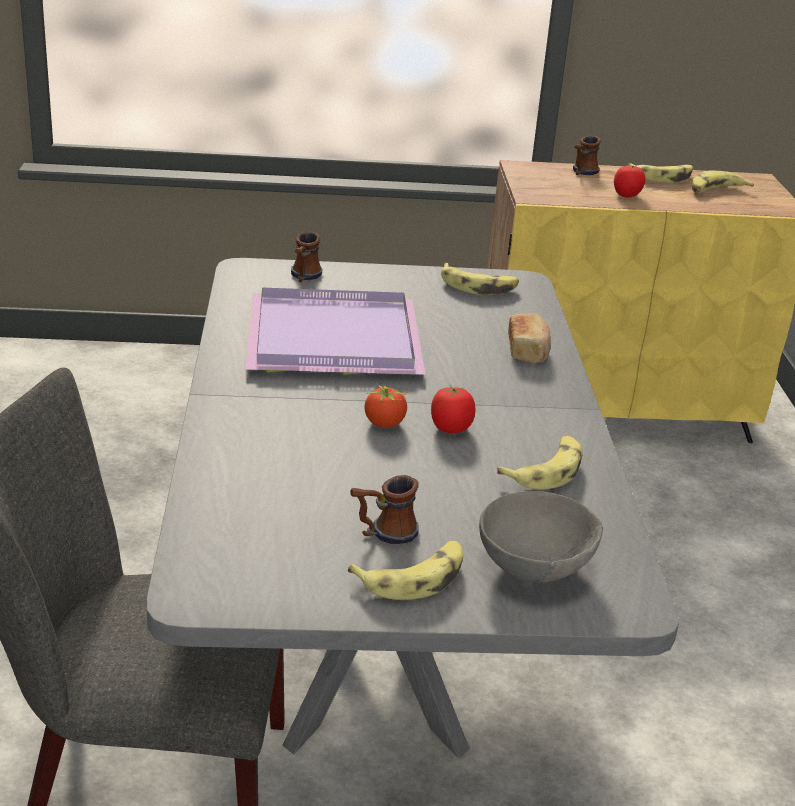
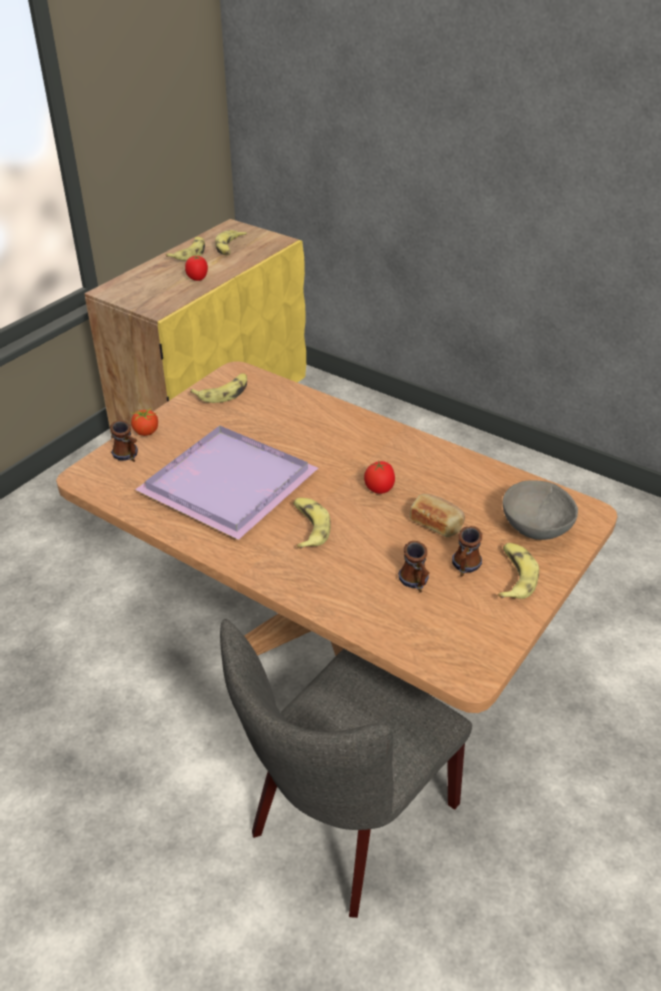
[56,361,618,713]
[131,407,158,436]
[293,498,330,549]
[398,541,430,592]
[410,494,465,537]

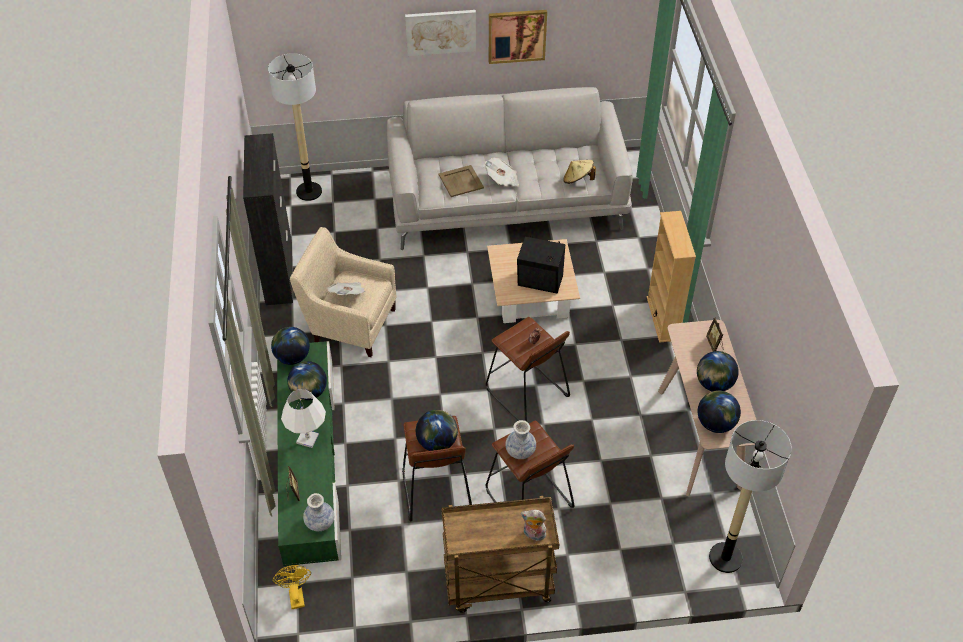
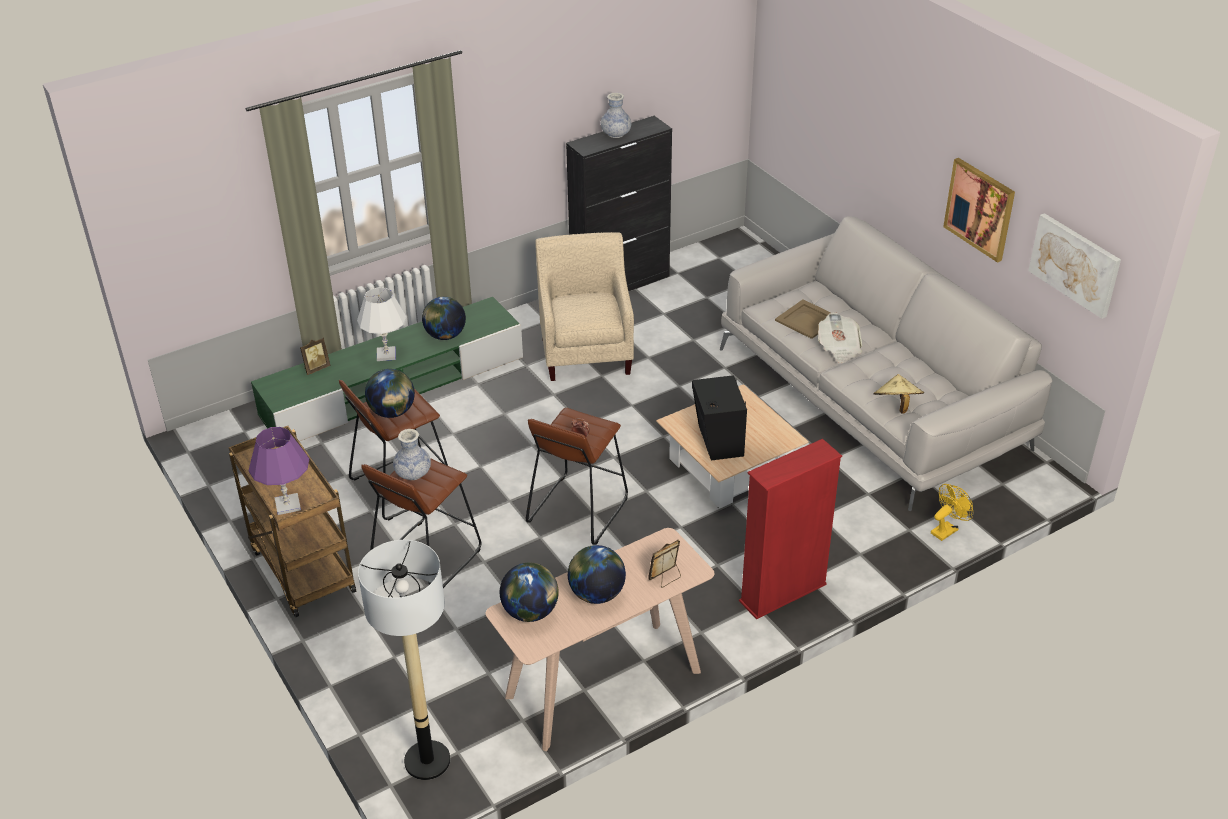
[249,427,309,515]
[601,93,631,138]
[739,439,842,619]
[931,484,973,541]
[1028,213,1121,319]
[268,53,322,201] (first image)
[271,327,310,365] (first image)
[327,282,365,295] (first image)

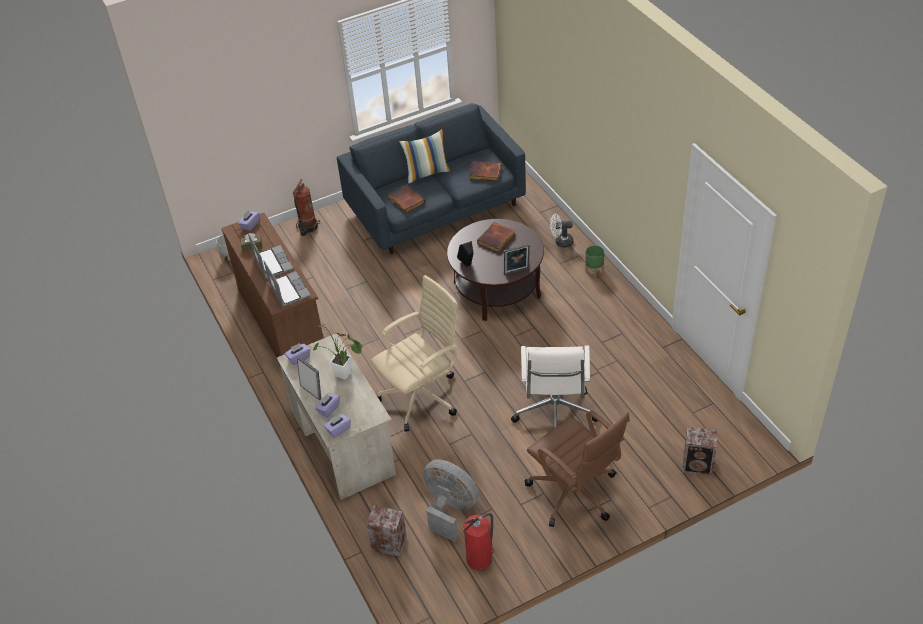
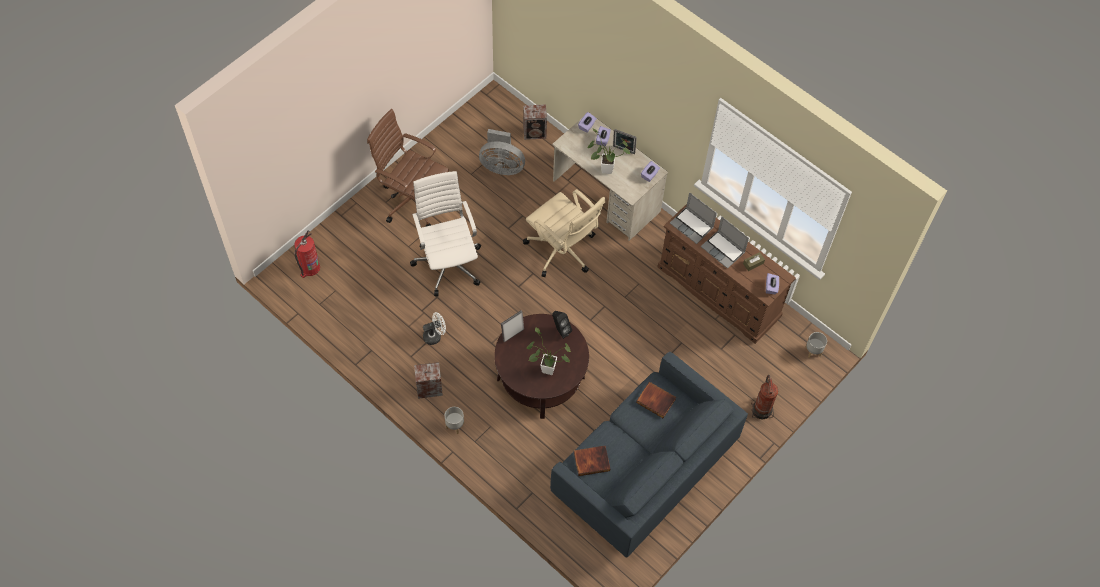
[294,230,320,278]
[414,362,443,399]
[423,312,446,345]
[445,407,464,434]
[523,189,605,277]
[526,328,571,375]
[400,129,451,184] (first image)

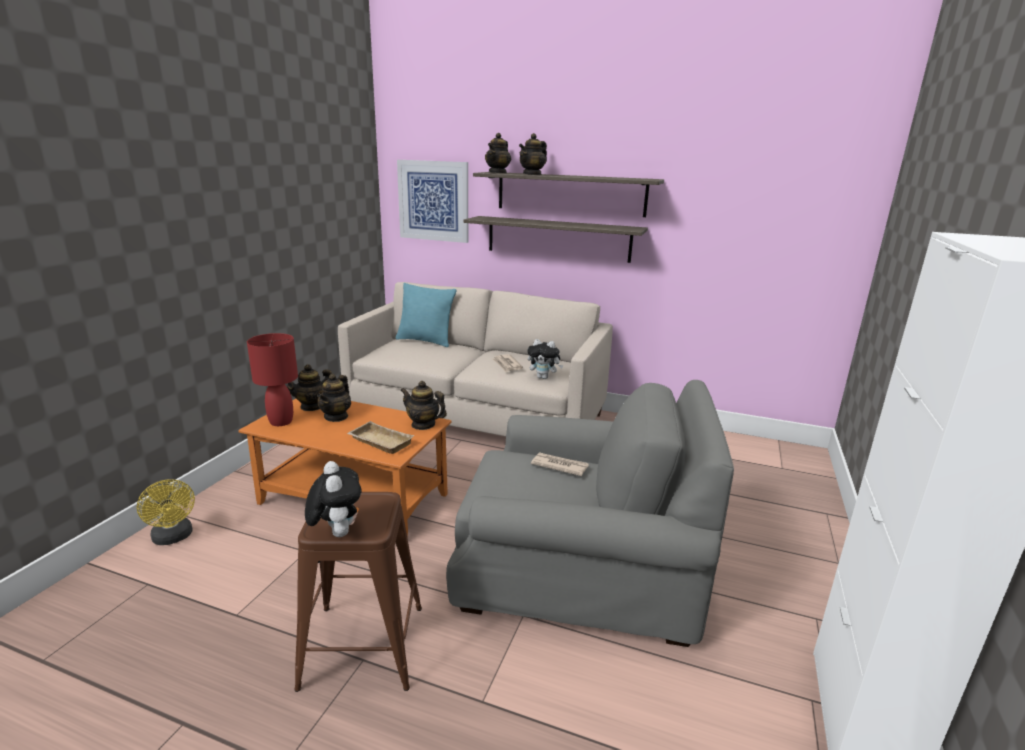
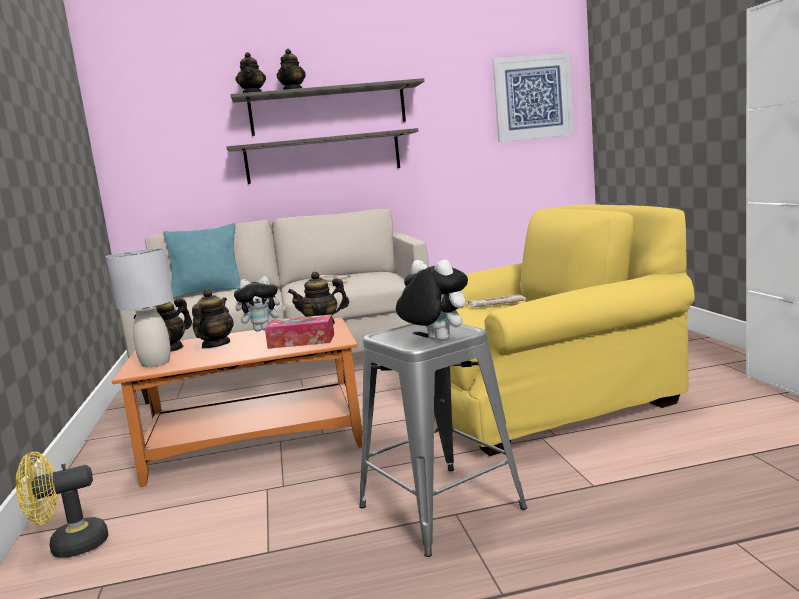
[16,452,108,558]
[106,248,173,367]
[192,289,234,349]
[234,276,286,332]
[265,314,334,349]
[359,324,527,557]
[409,204,695,456]
[492,53,574,142]

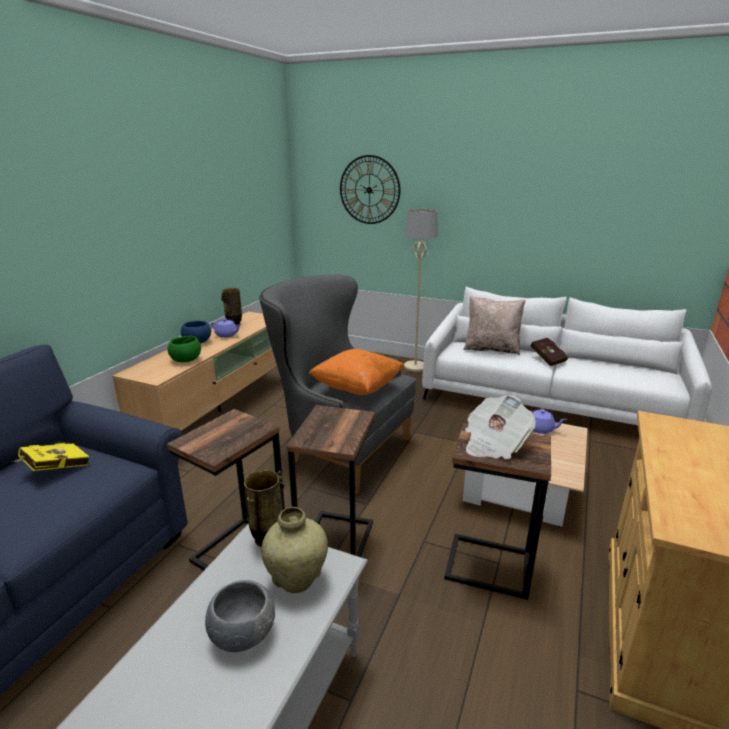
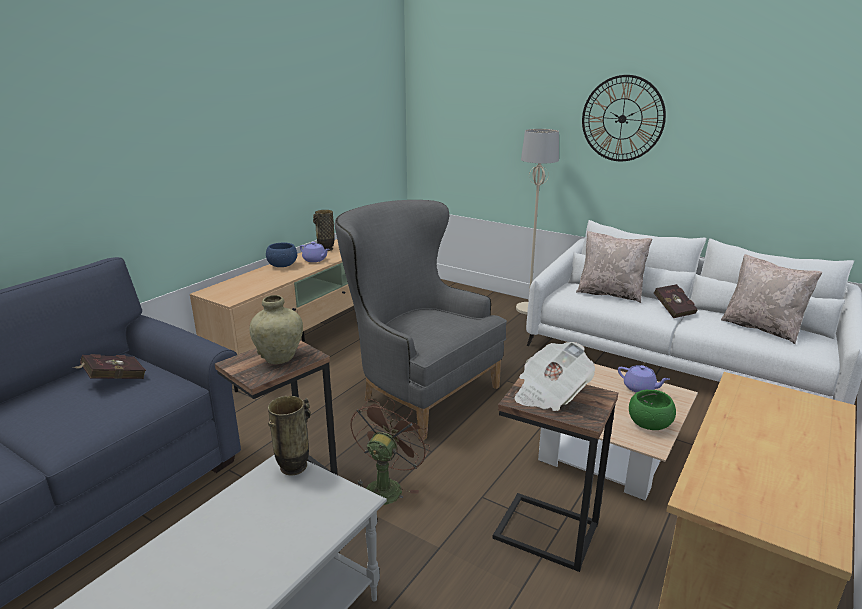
[72,354,146,379]
[250,295,303,364]
[350,398,430,505]
[582,75,666,161]
[629,390,676,430]
[721,254,822,344]
[205,580,275,652] (first image)
[309,349,404,395] (first image)

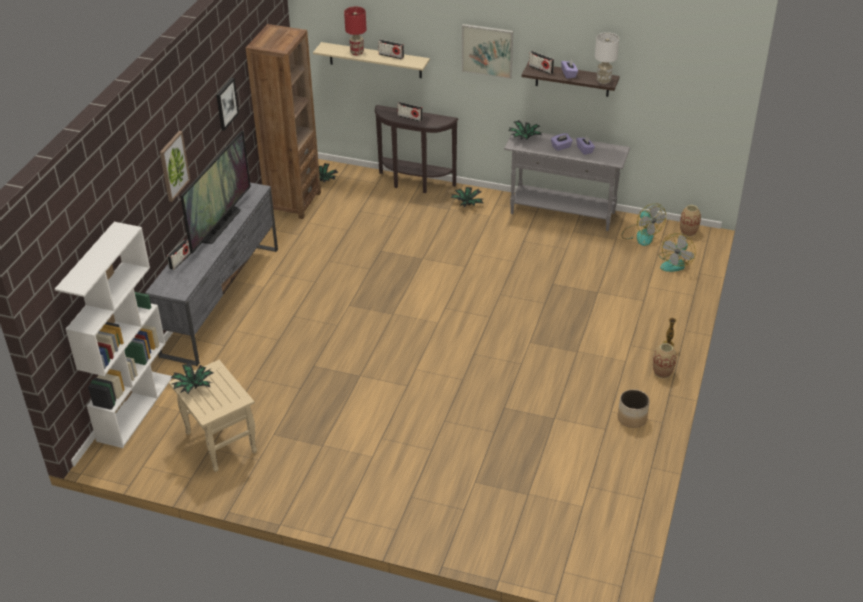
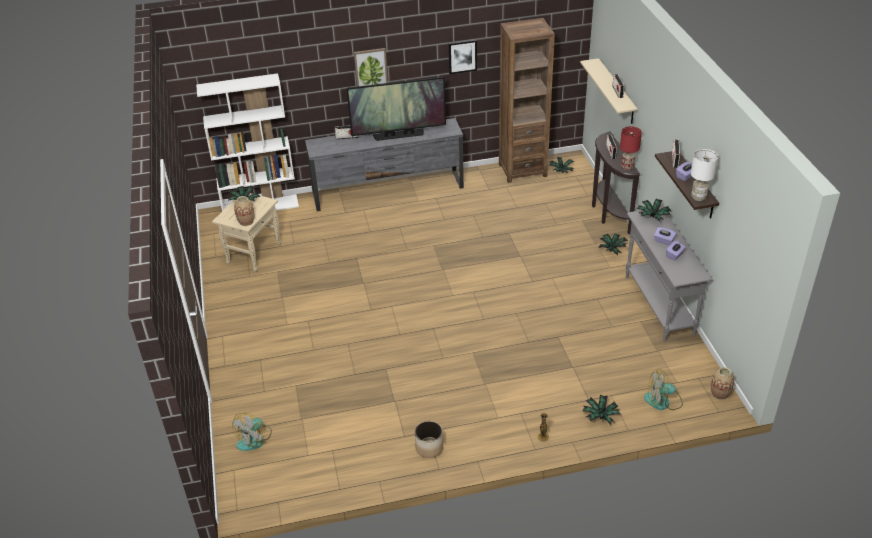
[232,413,272,451]
[234,196,254,226]
[583,395,621,425]
[620,126,642,170]
[462,24,513,79] (first image)

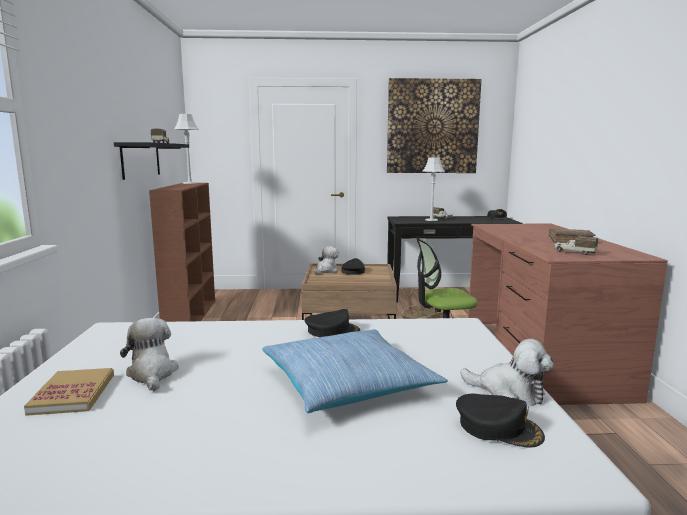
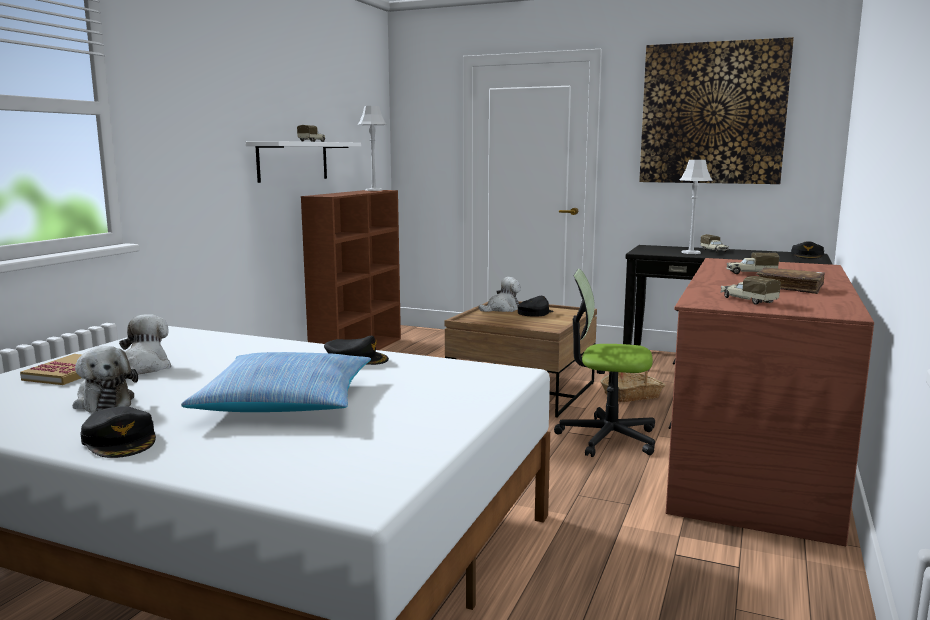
[73,346,138,412]
[80,406,156,458]
[246,141,361,183]
[726,252,779,274]

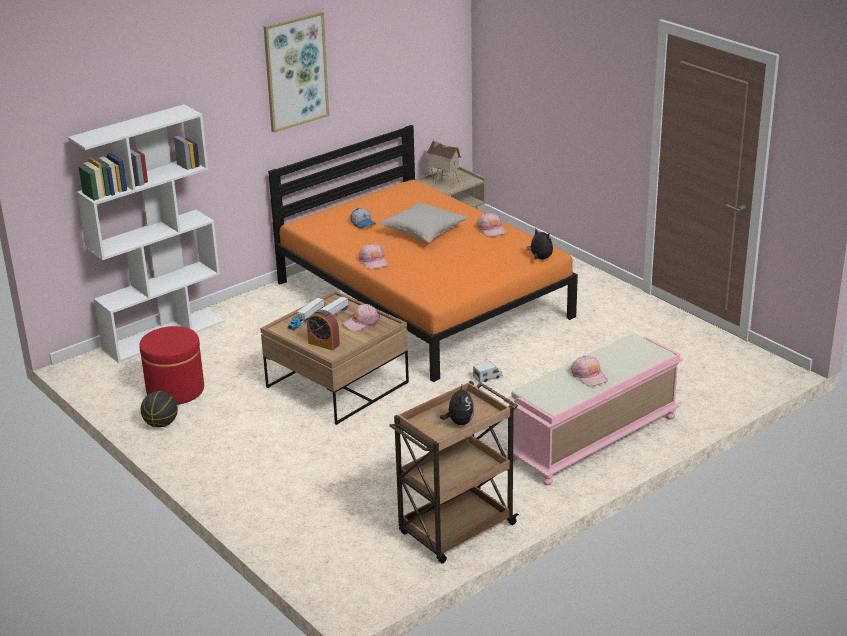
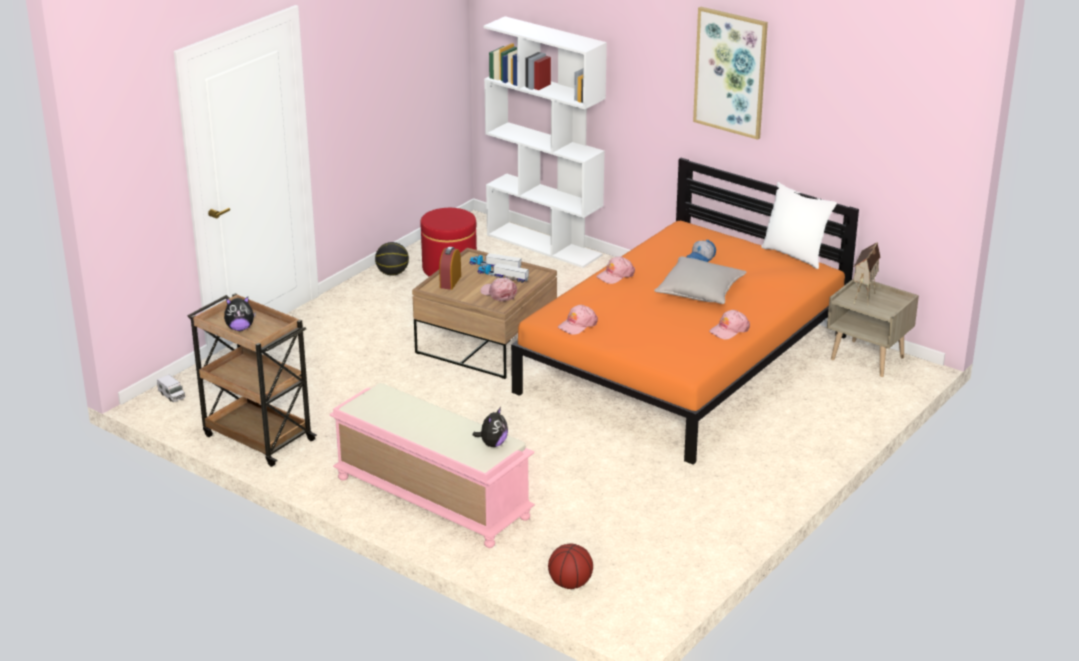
[157,375,185,402]
[473,407,508,447]
[548,543,593,589]
[558,305,598,335]
[761,182,837,269]

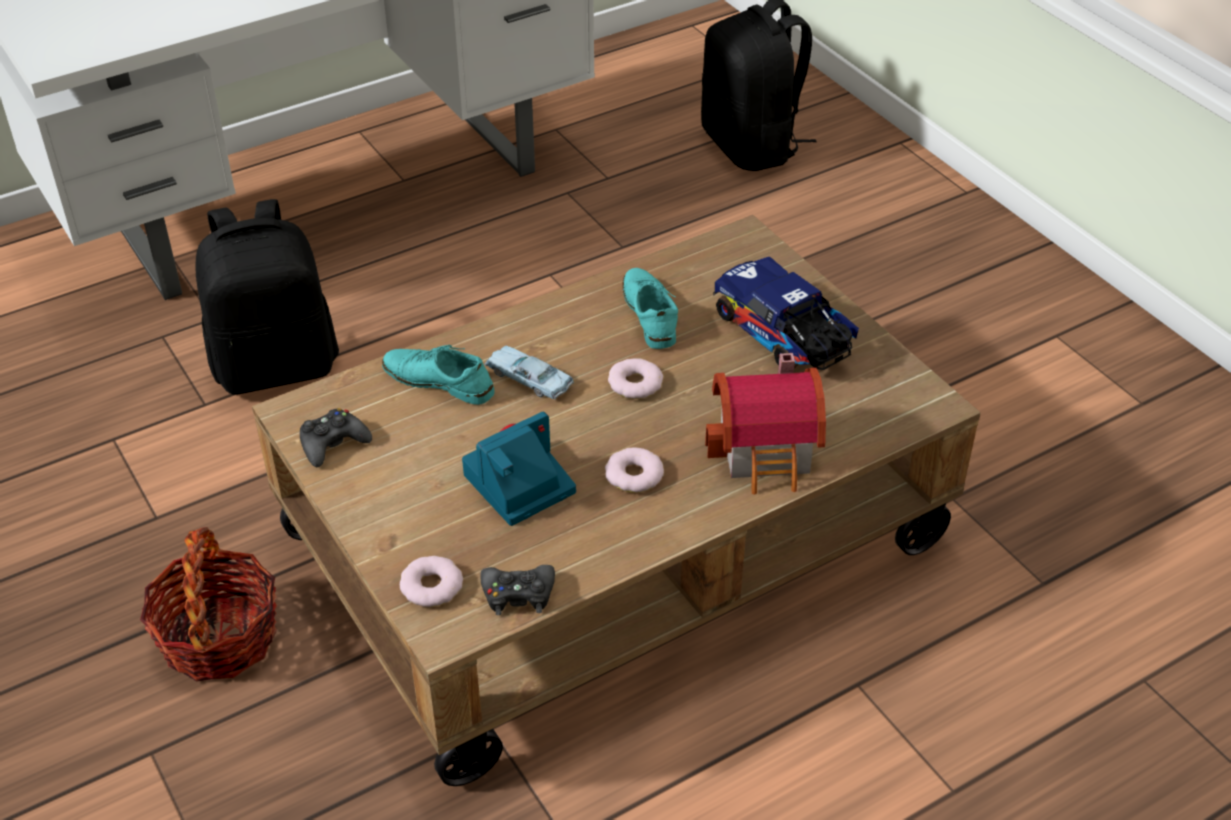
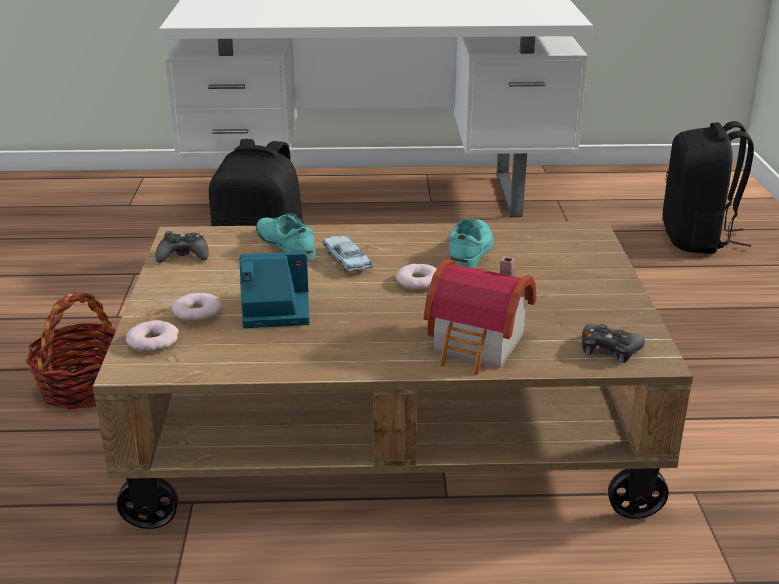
[172,293,222,322]
[582,324,645,363]
[713,257,859,370] (first image)

